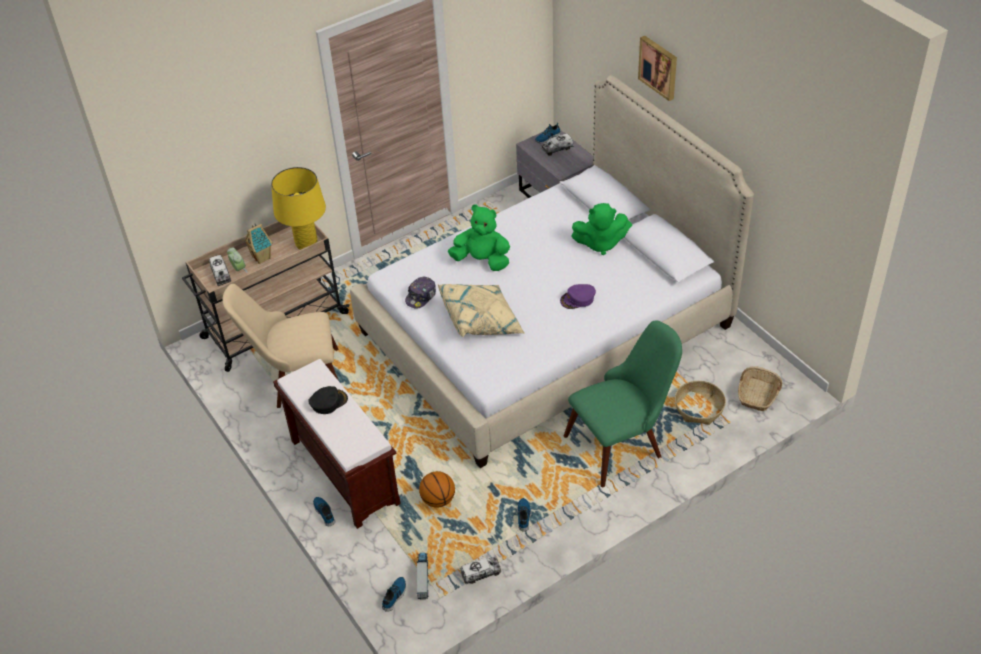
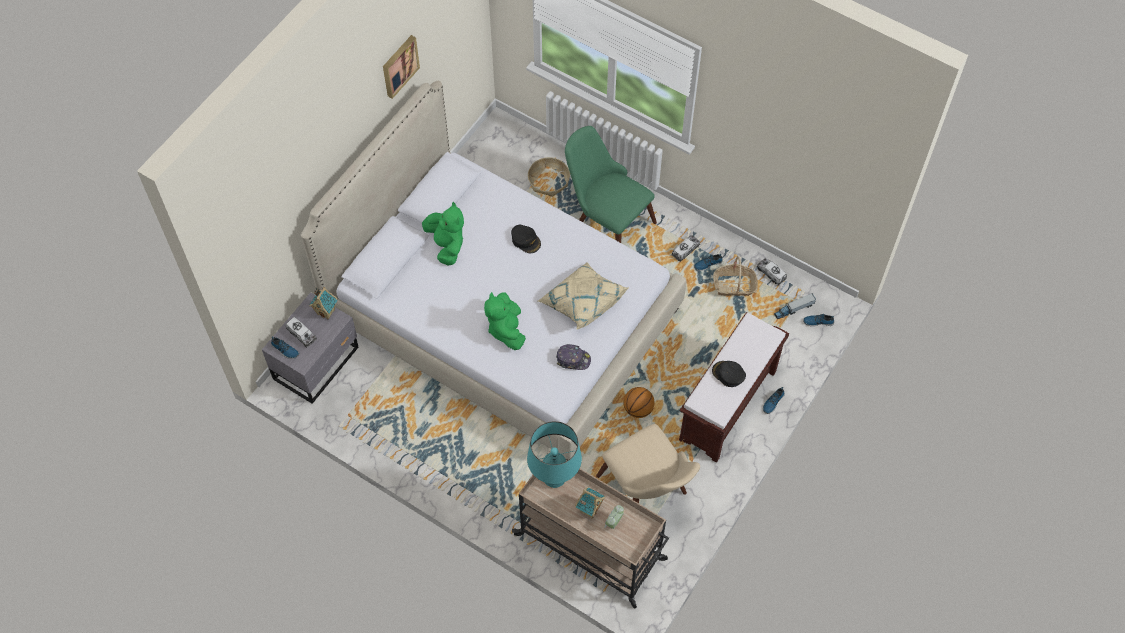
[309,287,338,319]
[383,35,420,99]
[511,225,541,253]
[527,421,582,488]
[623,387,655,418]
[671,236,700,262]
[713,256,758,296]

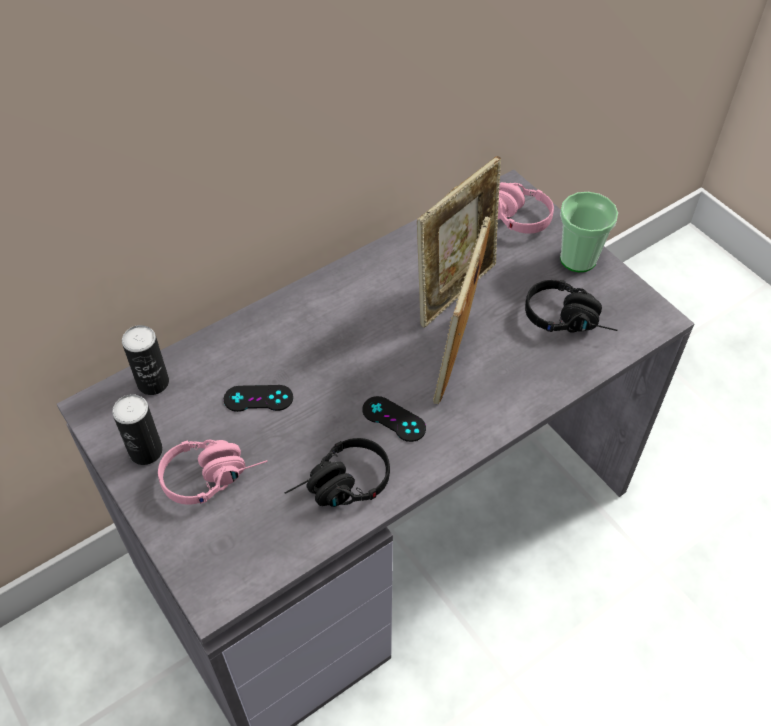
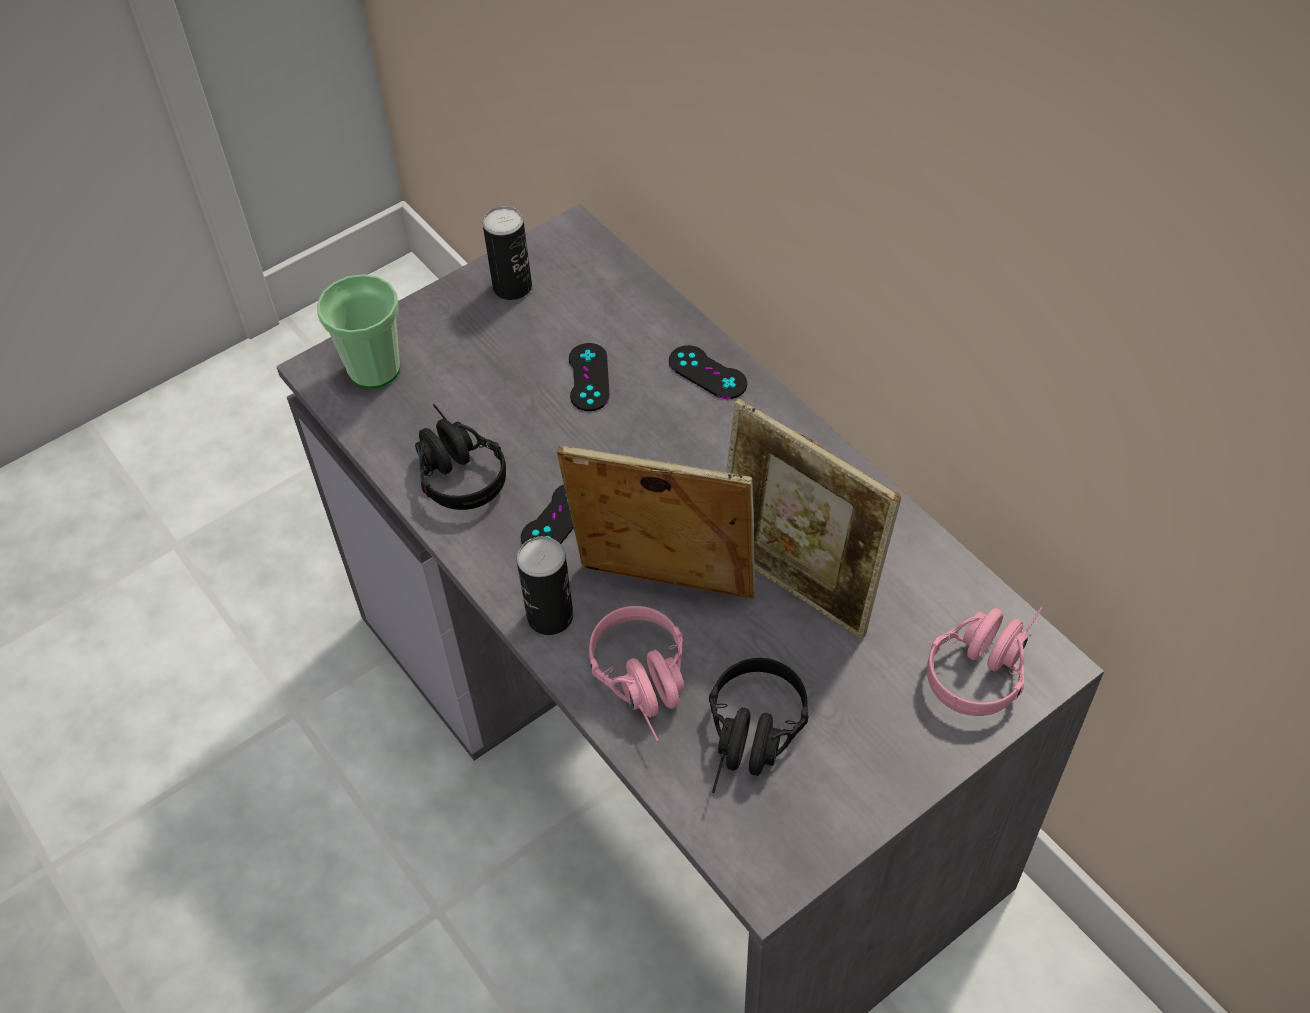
[317,274,400,389]
[516,536,573,635]
[589,606,685,742]
[669,345,747,399]

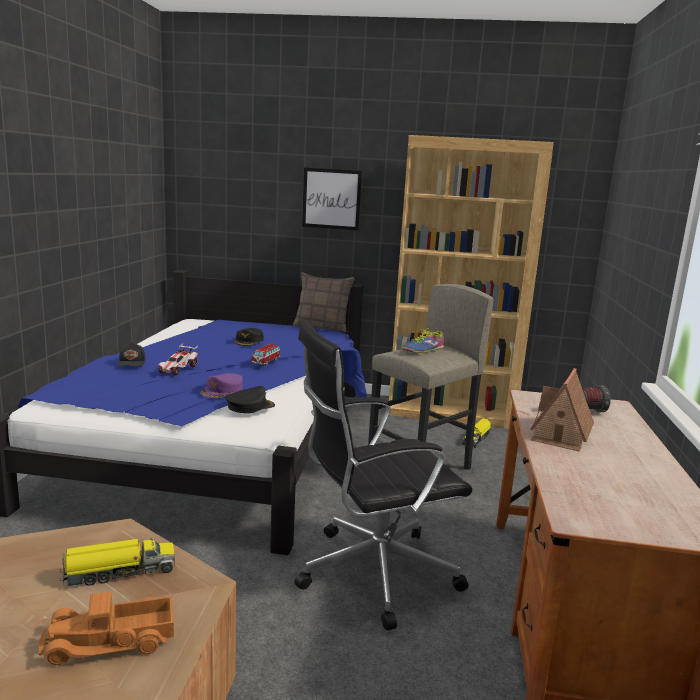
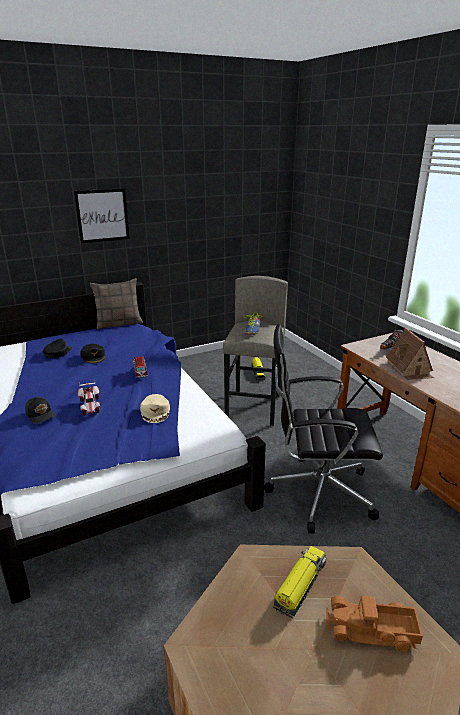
[43,339,72,358]
[140,394,170,423]
[264,324,383,533]
[326,596,423,652]
[389,135,554,429] (first image)

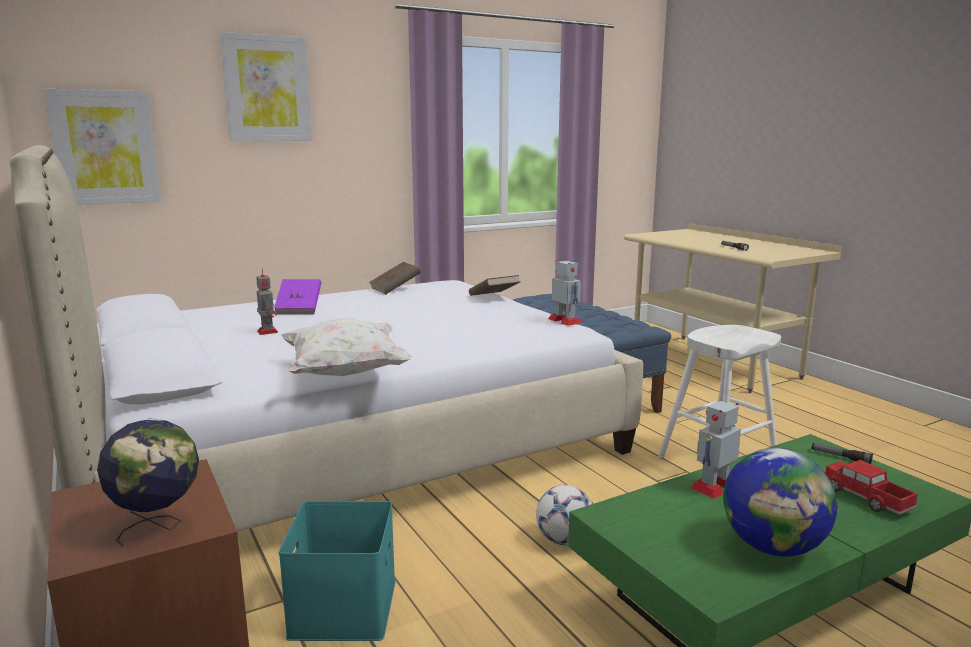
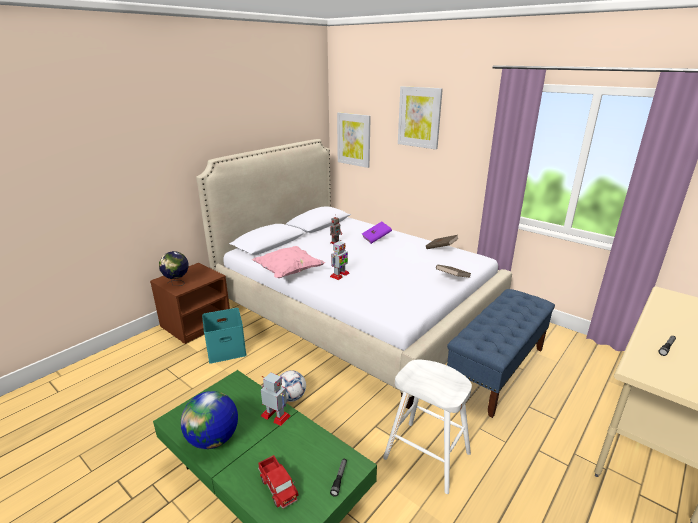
[252,246,325,278]
[258,455,299,509]
[330,240,350,280]

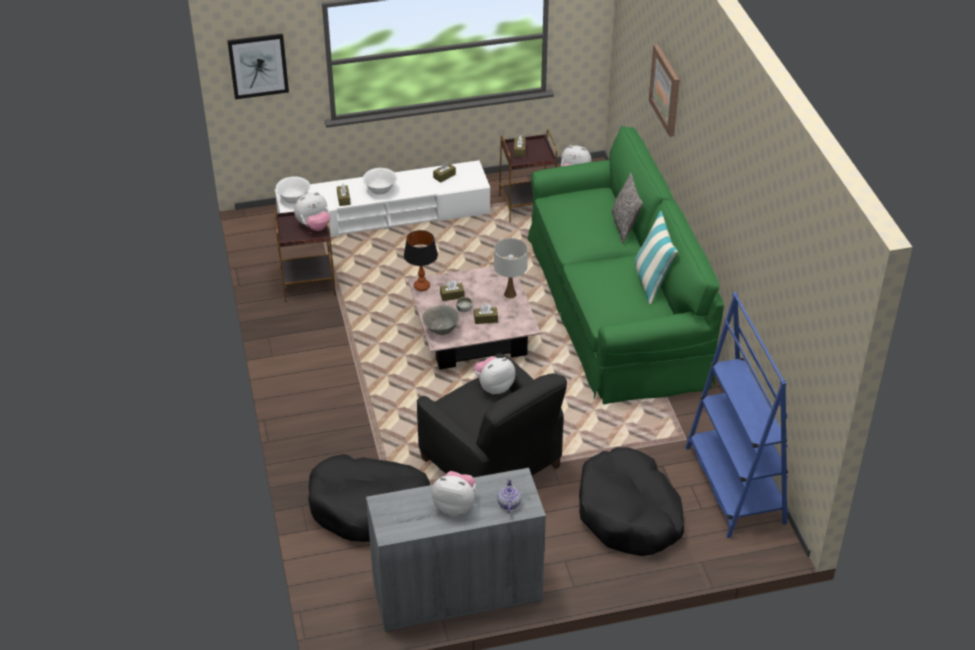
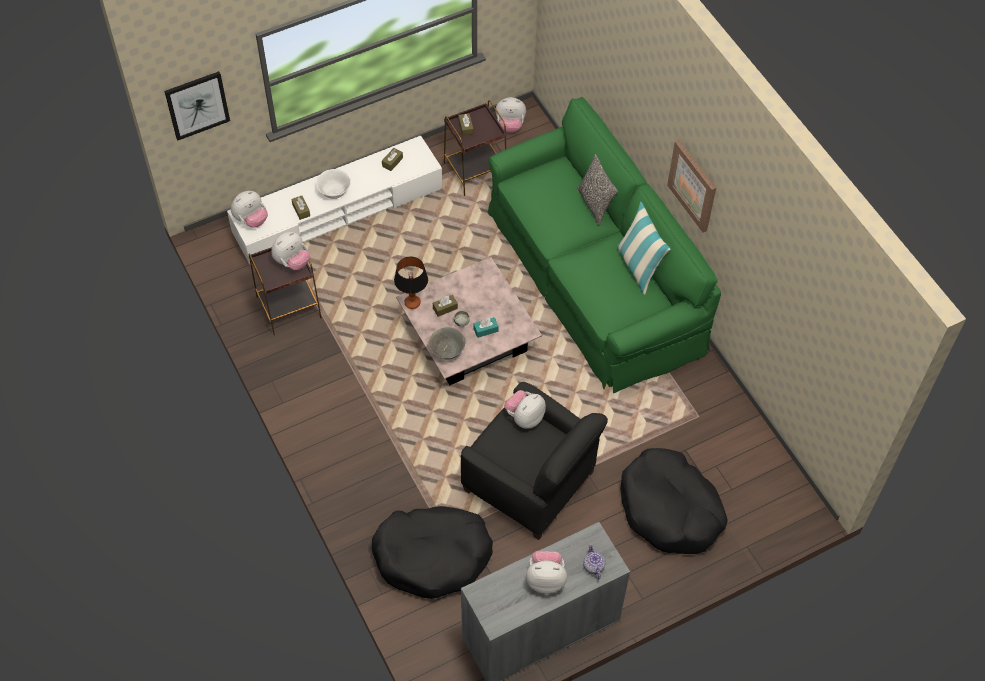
[231,191,268,228]
[473,317,499,338]
[667,140,716,232]
[494,238,528,298] (first image)
[685,292,788,538] (first image)

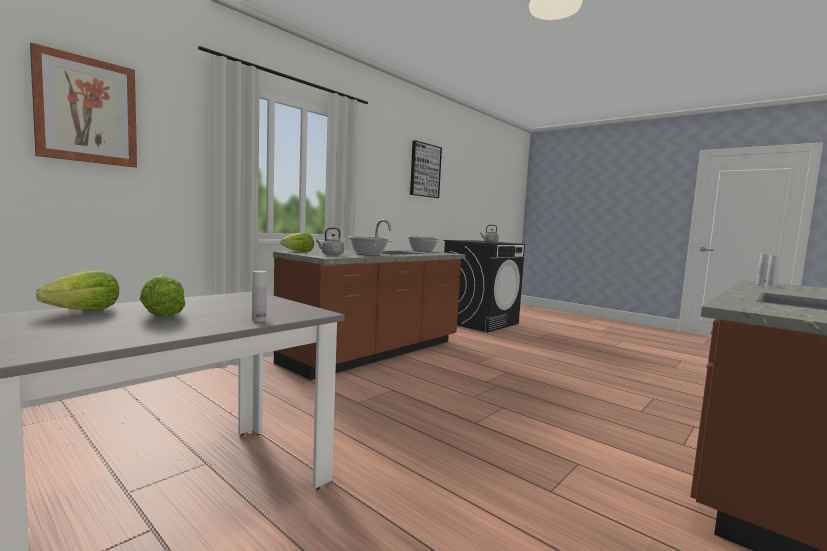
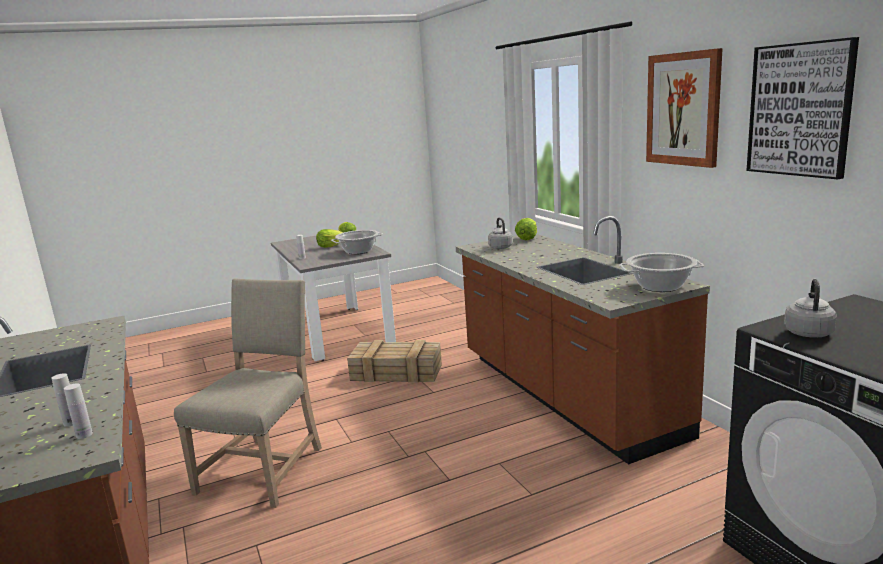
[174,278,322,508]
[331,230,383,254]
[347,340,442,383]
[646,48,723,168]

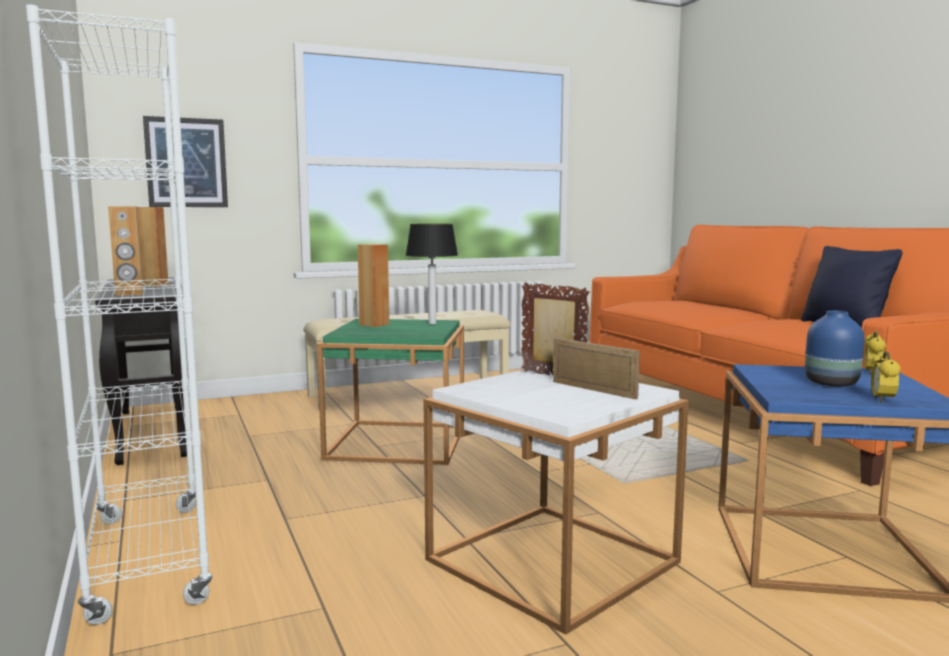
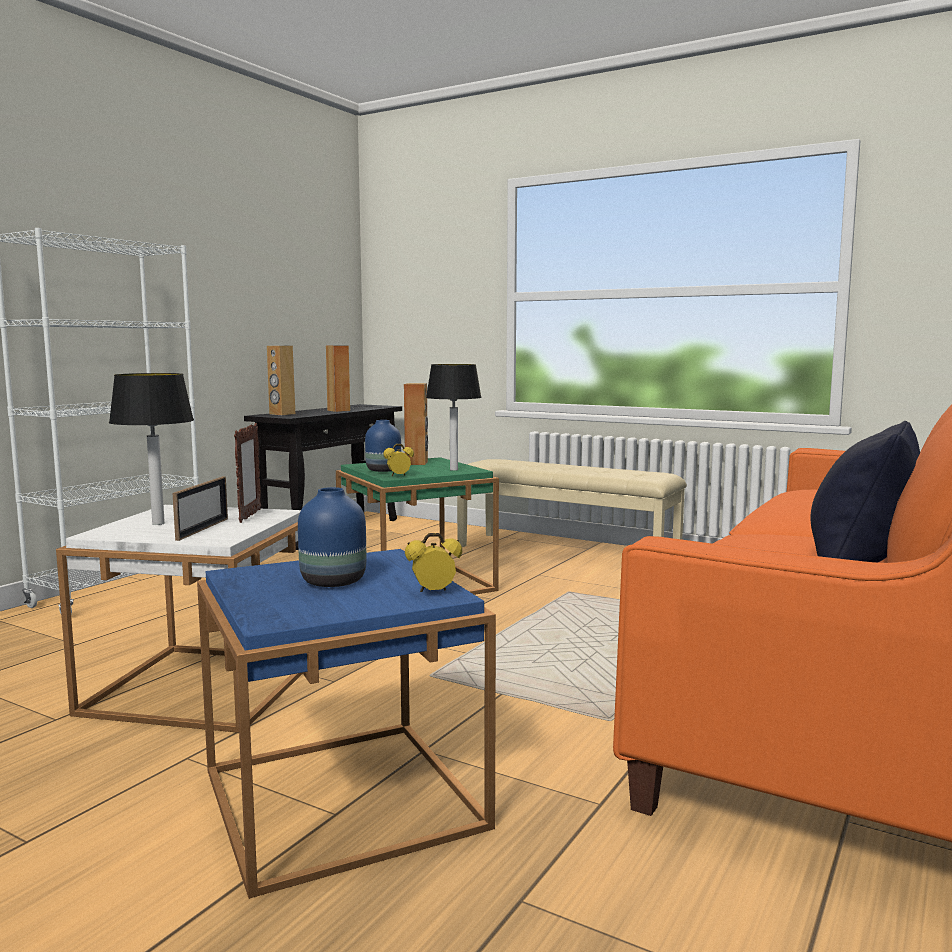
[109,373,194,525]
[365,420,401,472]
[383,444,414,476]
[143,116,228,207] (first image)

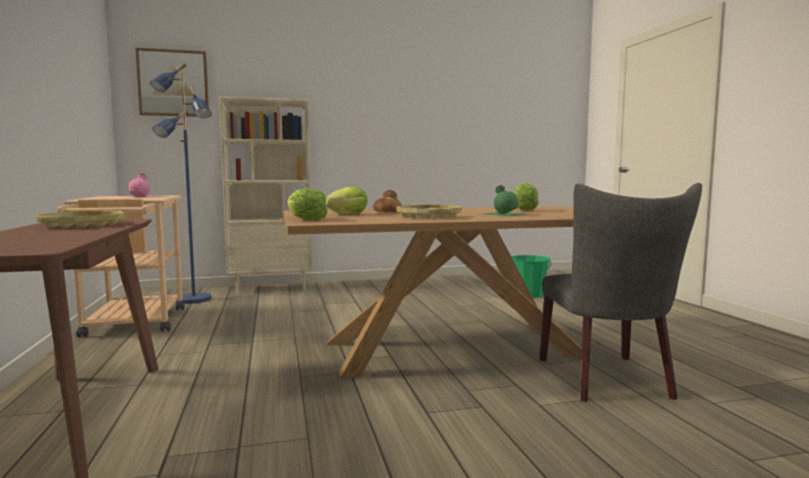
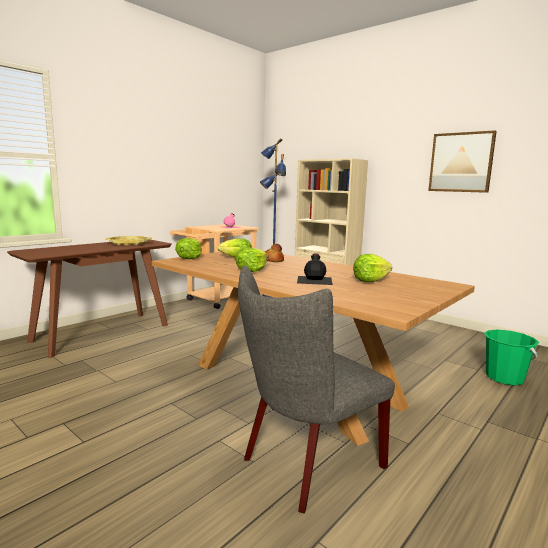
[235,248,268,272]
[297,253,333,285]
[428,130,497,193]

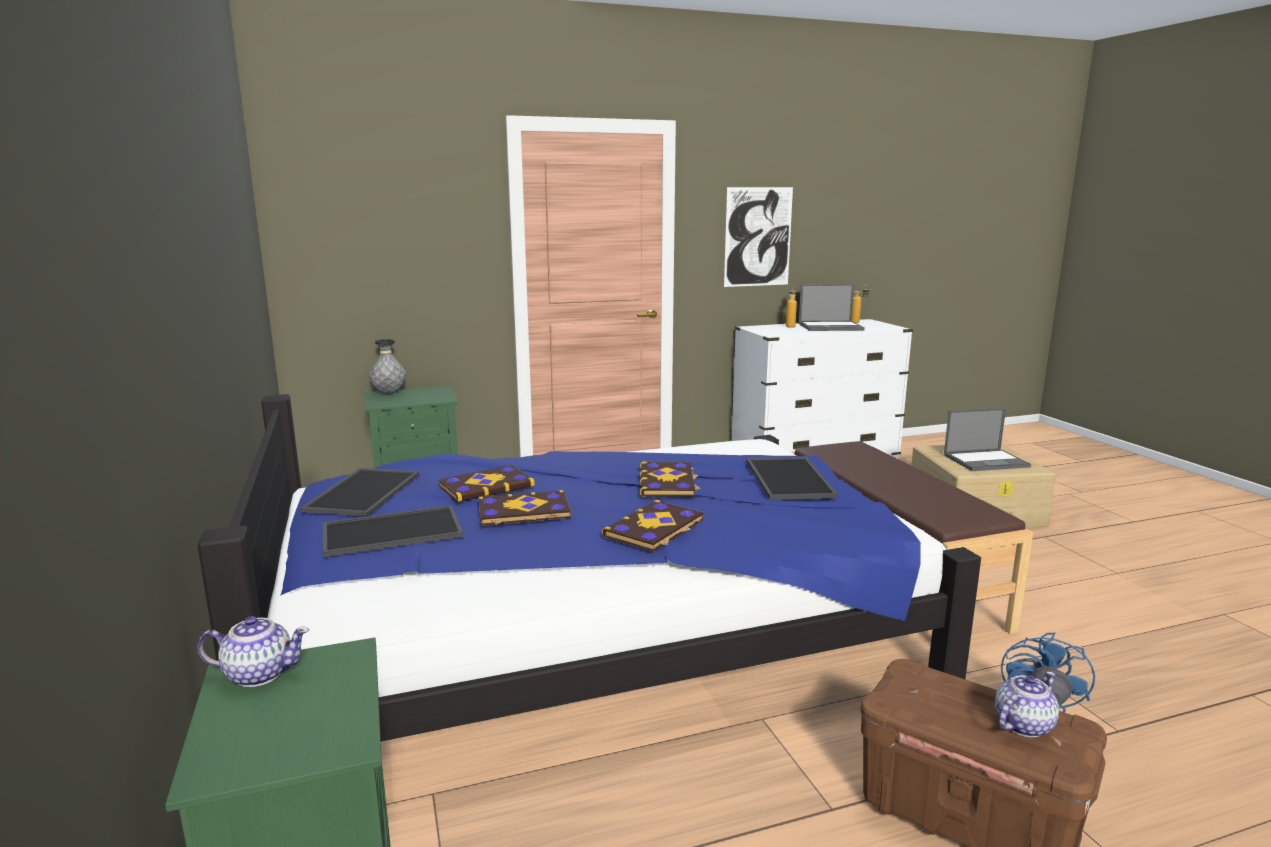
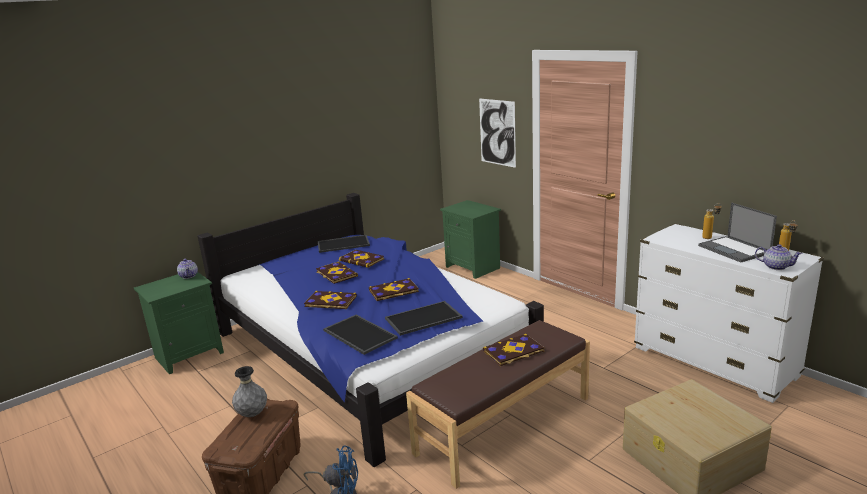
[232,366,267,417]
[323,315,398,355]
[479,98,516,168]
[483,334,544,366]
[755,244,803,270]
[944,408,1031,471] (first image)

